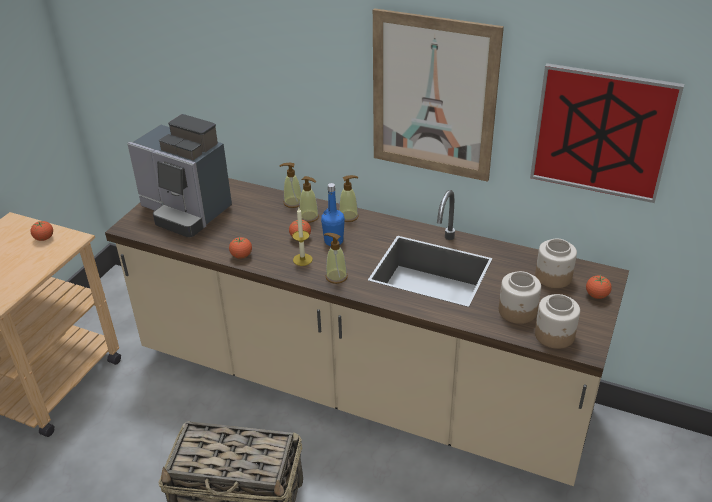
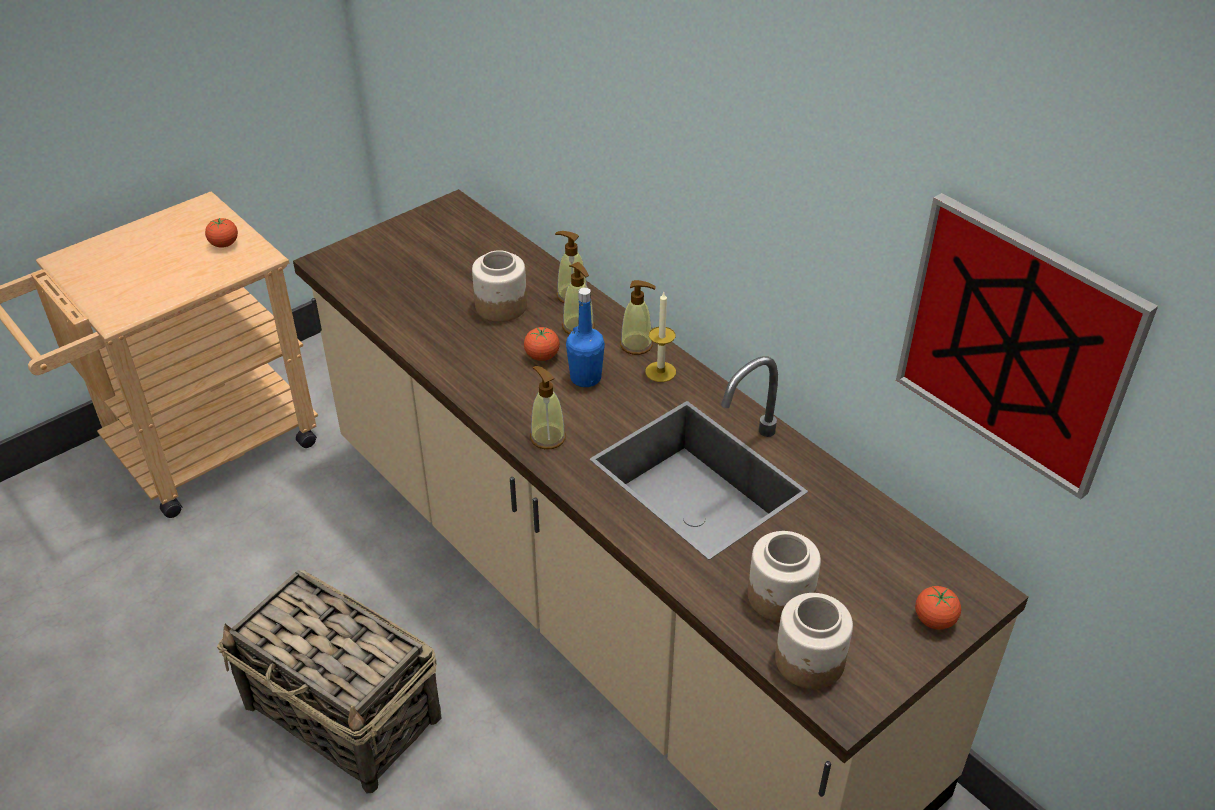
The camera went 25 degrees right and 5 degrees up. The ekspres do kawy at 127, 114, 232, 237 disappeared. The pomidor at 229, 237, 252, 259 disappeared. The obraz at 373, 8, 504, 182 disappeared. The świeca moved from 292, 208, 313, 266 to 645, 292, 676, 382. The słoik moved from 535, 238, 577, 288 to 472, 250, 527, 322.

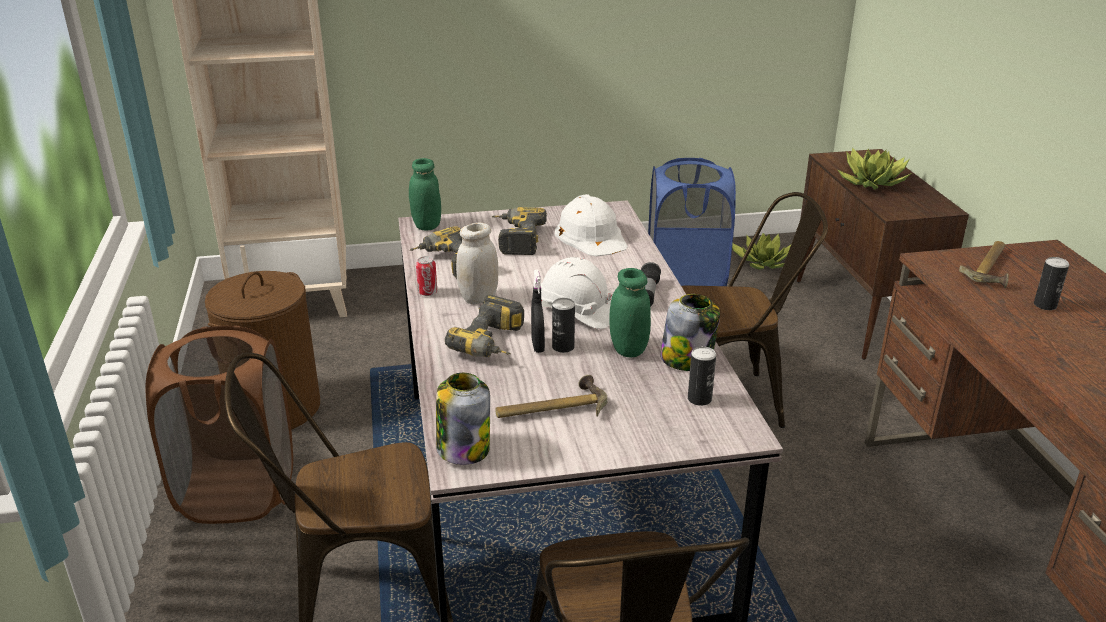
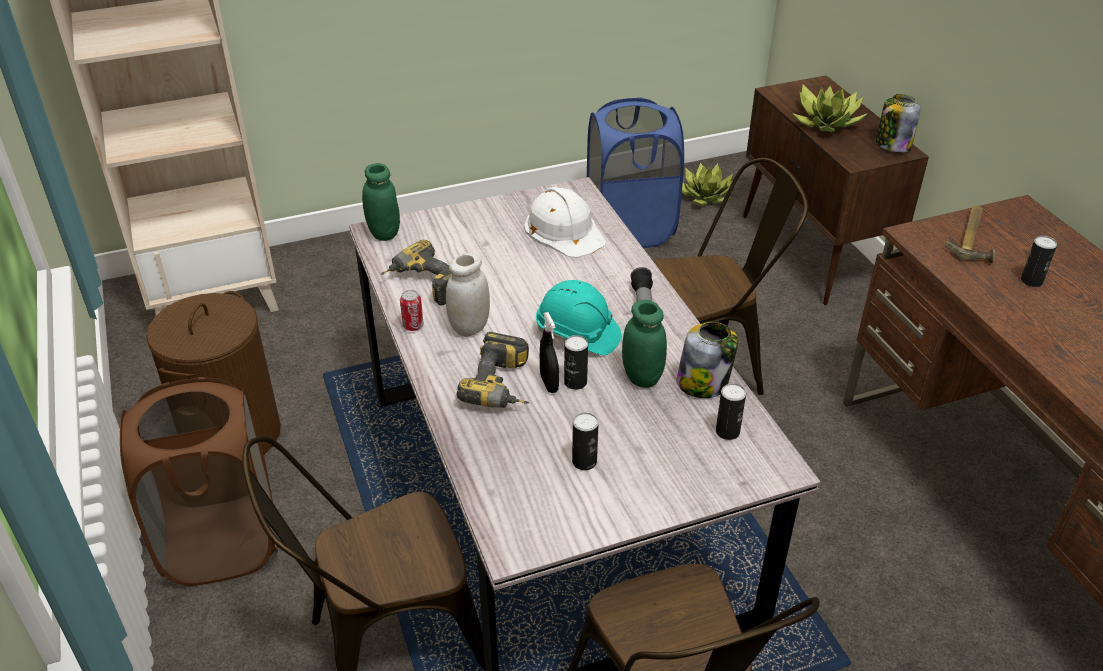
The camera went 10 degrees left and 10 degrees up. The wiertarka at 491, 207, 547, 255 disappeared. The słoik moved from 436, 373, 490, 465 to 876, 94, 921, 153. The młotek at 496, 375, 607, 418 was replaced by the puszka at 572, 412, 599, 470. The kask (biały) at 541, 257, 612, 329 became the kask (turkusowy) at 536, 280, 621, 355.

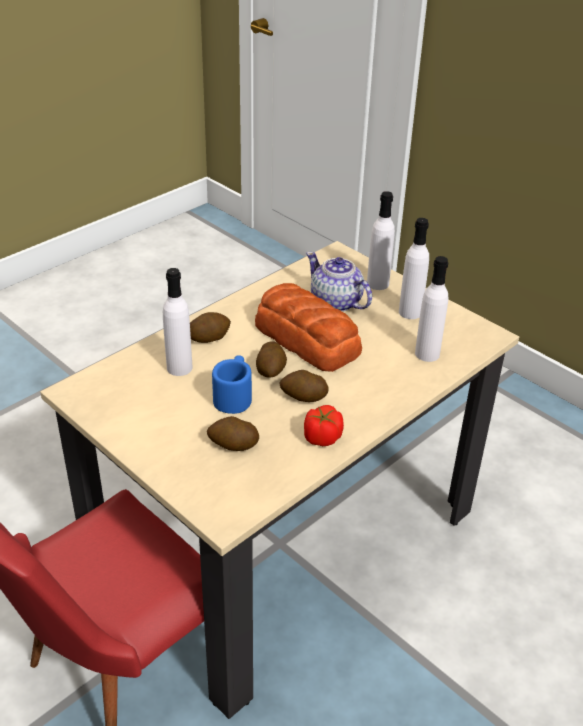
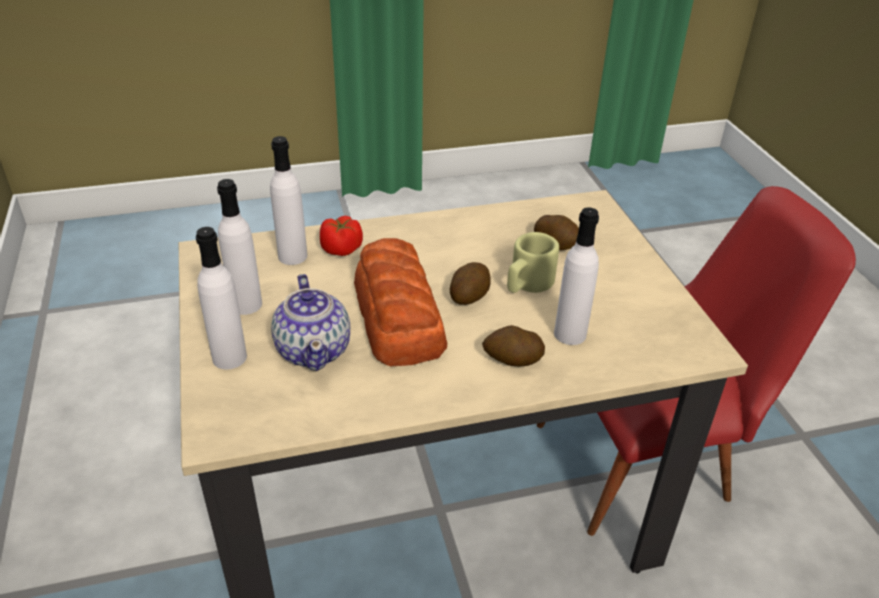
The camera went 150 degrees left and 0 degrees up. The ziemniak at 280, 370, 329, 402 disappeared. The pomidor moved from 304, 405, 344, 446 to 320, 216, 363, 256. The kubek (niebieski) at 212, 355, 252, 414 became the kubek (beżowy) at 507, 232, 559, 293.

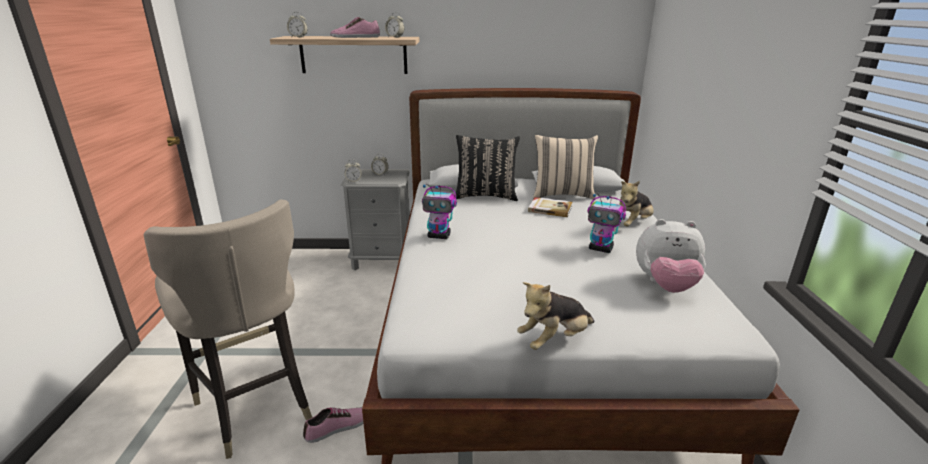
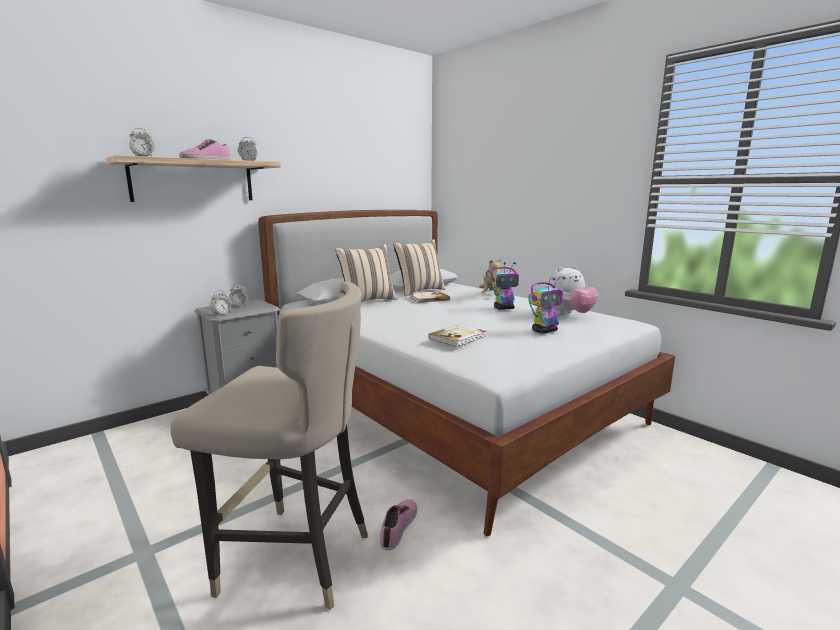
The camera went 40 degrees left and 10 degrees down. The pluszak at 517, 282, 594, 350 disappeared. The książka at 428, 324, 486, 347 appeared. The robot zabawkowy moved from 422, 184, 457, 239 to 529, 276, 565, 334. The poduszka (czarny) at 456, 135, 520, 201 became the poduszka (beżowy) at 335, 244, 398, 302.

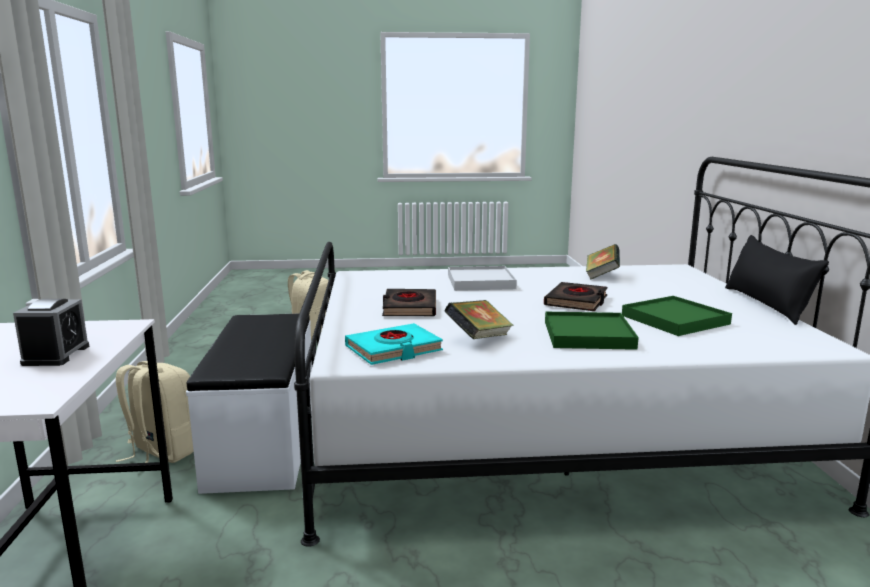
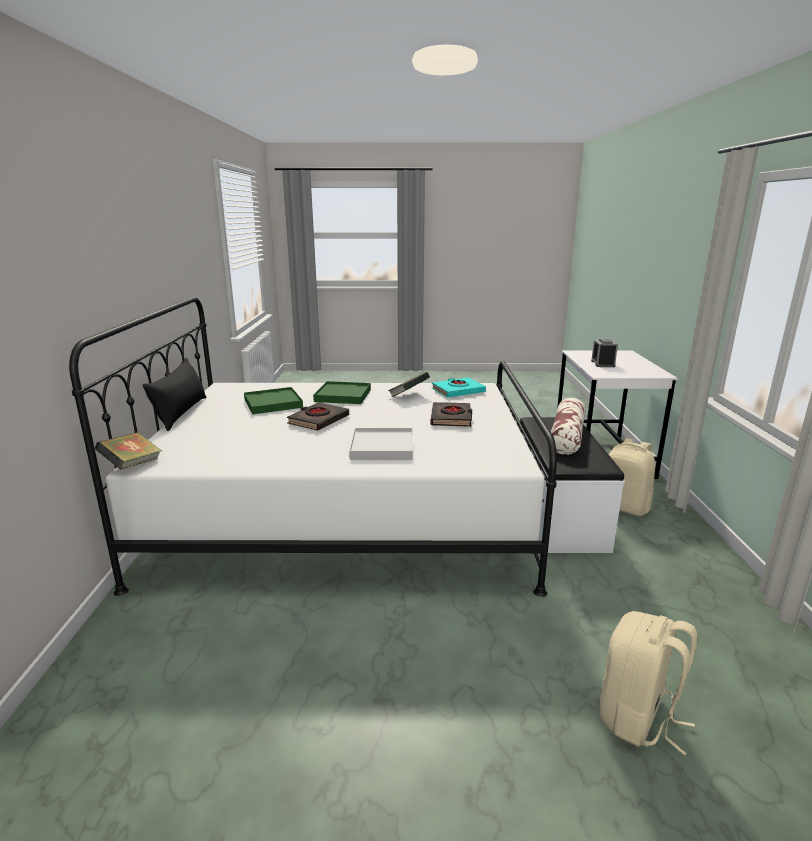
The camera went 175 degrees left and 5 degrees up. The poduszka at 551, 398, 586, 455 appeared. The książka moved from 586, 244, 620, 280 to 95, 432, 162, 470.

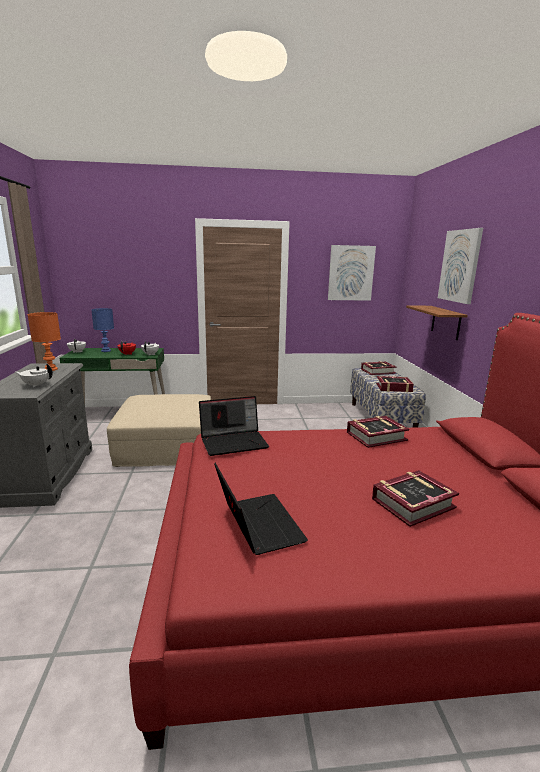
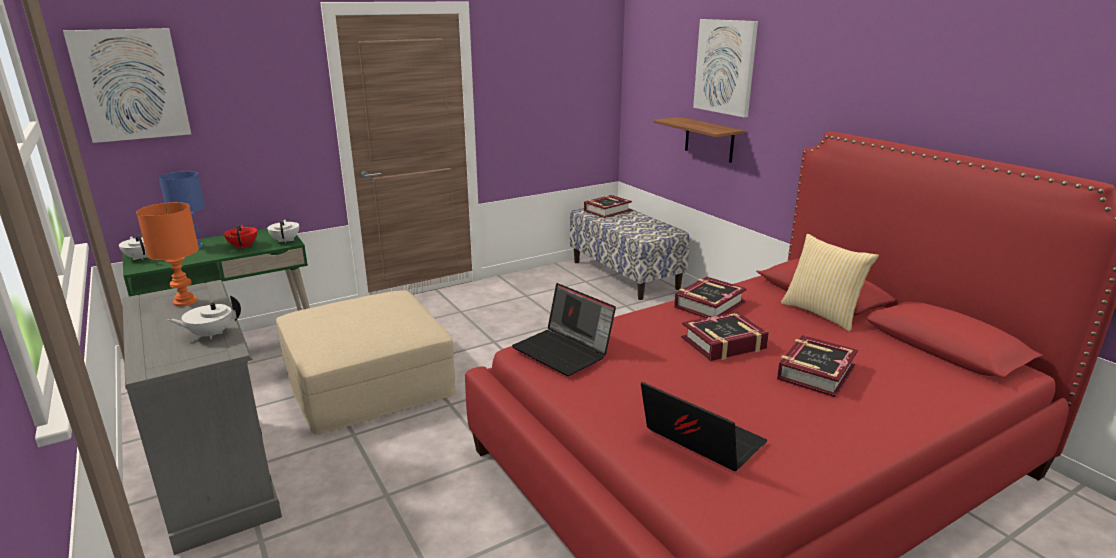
The camera went 25 degrees left and 5 degrees up. The poduszka at 781, 234, 879, 331 appeared. The obraz moved from 328, 245, 376, 301 to 63, 28, 191, 143. The książka moved from 376, 376, 414, 392 to 681, 312, 769, 361. The laptop at 199, 396, 269, 456 turned 90 degrees clockwise.

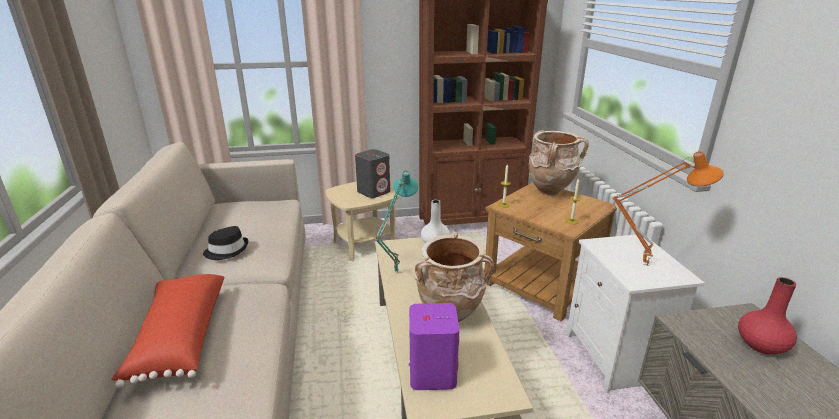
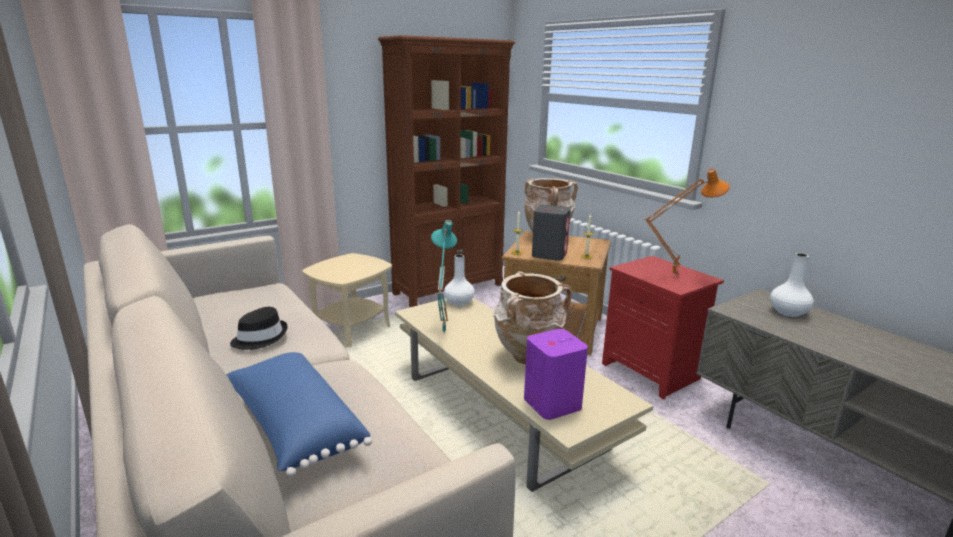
The camera went 25 degrees left and 5 degrees down. The głośnik (szary) moved from 355, 149, 390, 198 to 532, 205, 570, 261. The poduszka (czerwony) at 111, 274, 224, 388 became the poduszka (niebieski) at 226, 352, 372, 477. The szafka nocna (biały) at 566, 234, 705, 393 became the szafka nocna (czerwony) at 602, 256, 724, 400. The wazon (czerwony) at 738, 277, 797, 354 became the wazon (biały) at 770, 253, 814, 317.

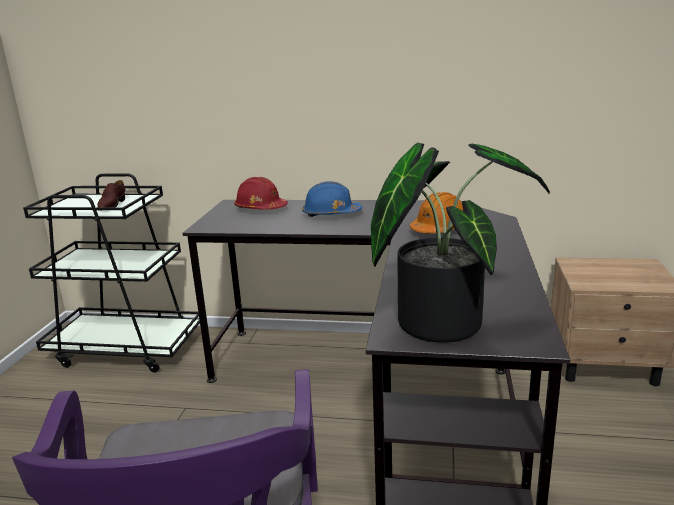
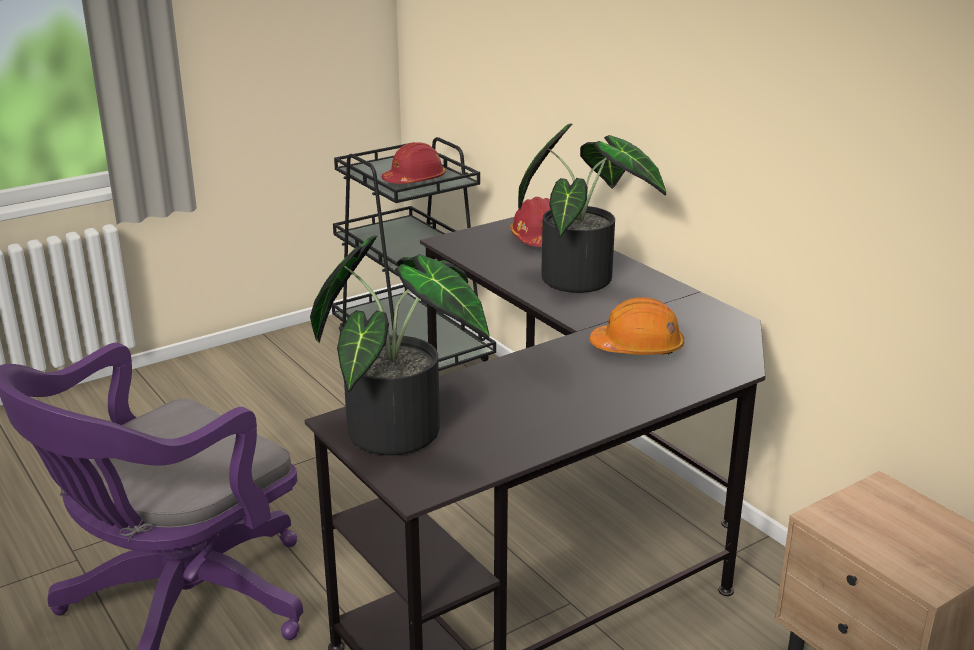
The camera went 45 degrees right and 5 degrees up. The but (brązowy) at 98, 180, 125, 211 was replaced by the kask (czerwony) at 382, 142, 446, 184. The kask (niebieski) at 302, 181, 362, 217 was replaced by the roślina doniczkowa at 518, 123, 666, 293.

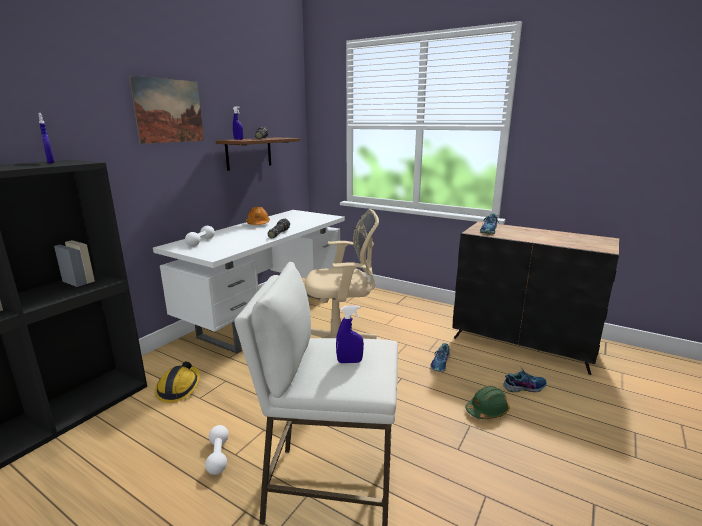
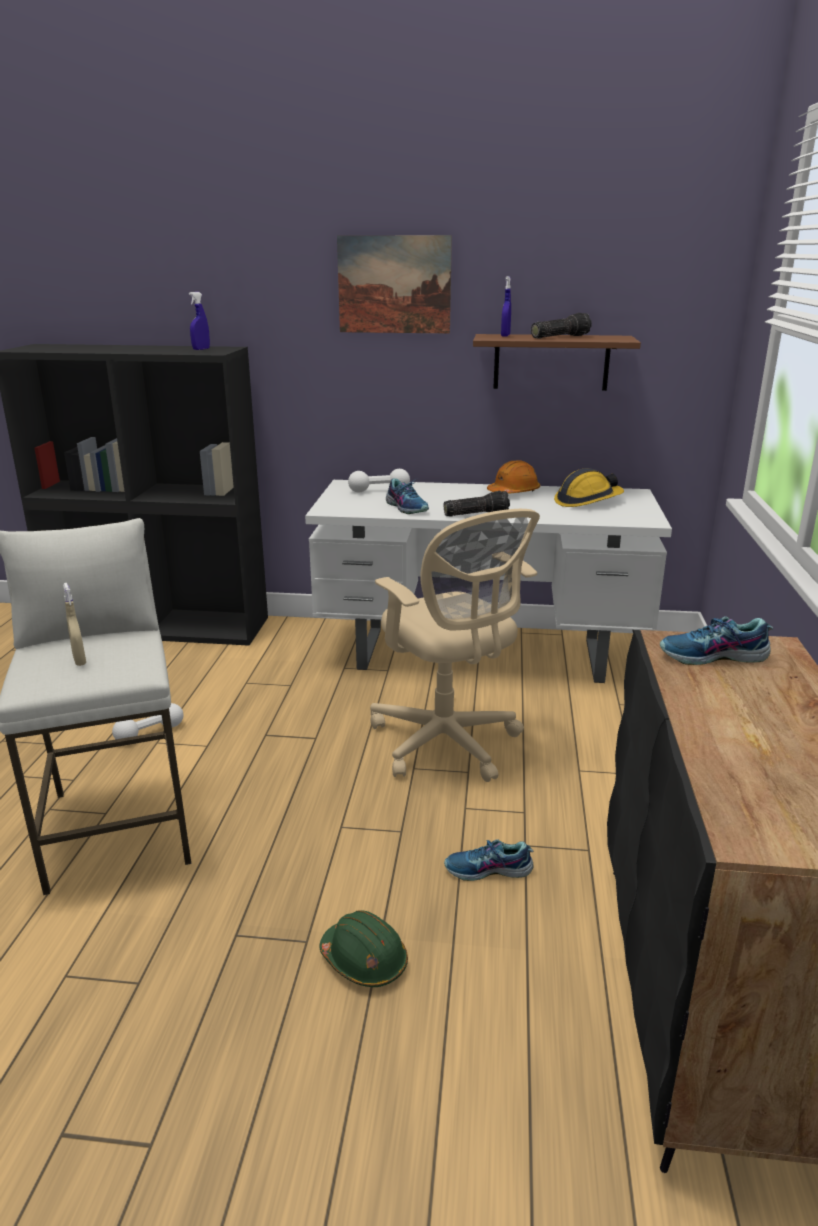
The camera went 65 degrees right and 5 degrees up. The kask moved from 155, 362, 200, 403 to 554, 468, 624, 507. The but moved from 503, 367, 547, 392 to 386, 478, 429, 514. The spryskiwacz (niebieski) at 336, 305, 364, 363 became the spryskiwacz (beżowy) at 63, 583, 86, 666.

